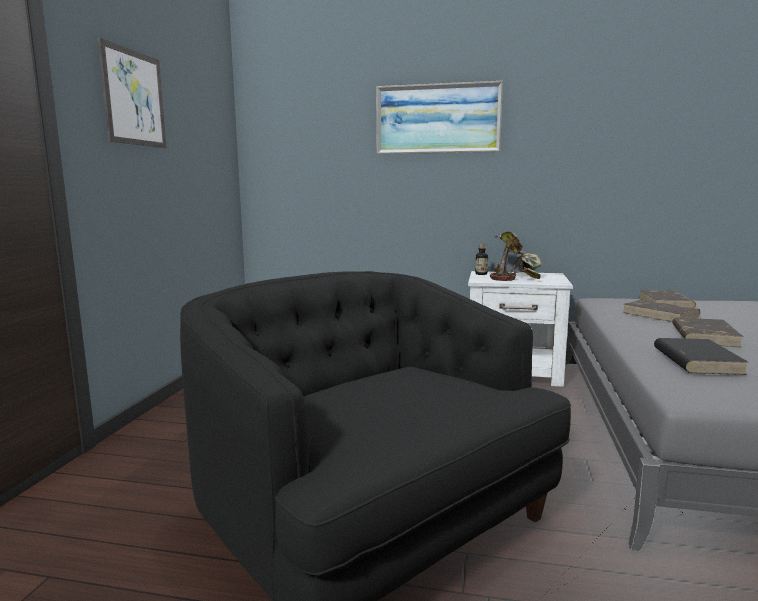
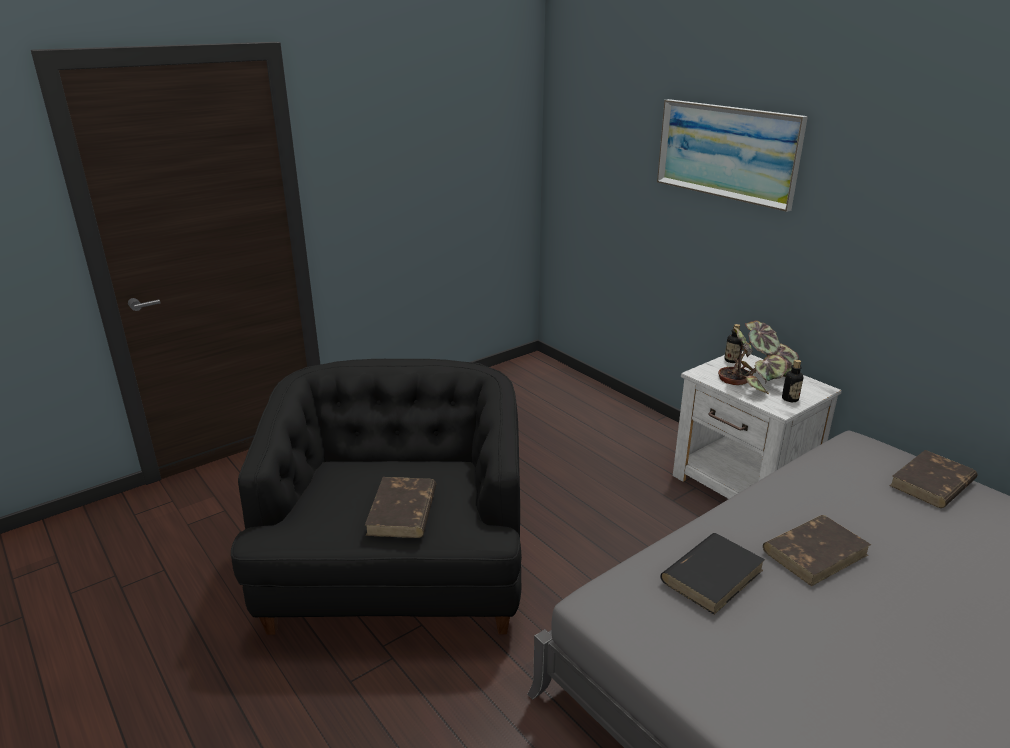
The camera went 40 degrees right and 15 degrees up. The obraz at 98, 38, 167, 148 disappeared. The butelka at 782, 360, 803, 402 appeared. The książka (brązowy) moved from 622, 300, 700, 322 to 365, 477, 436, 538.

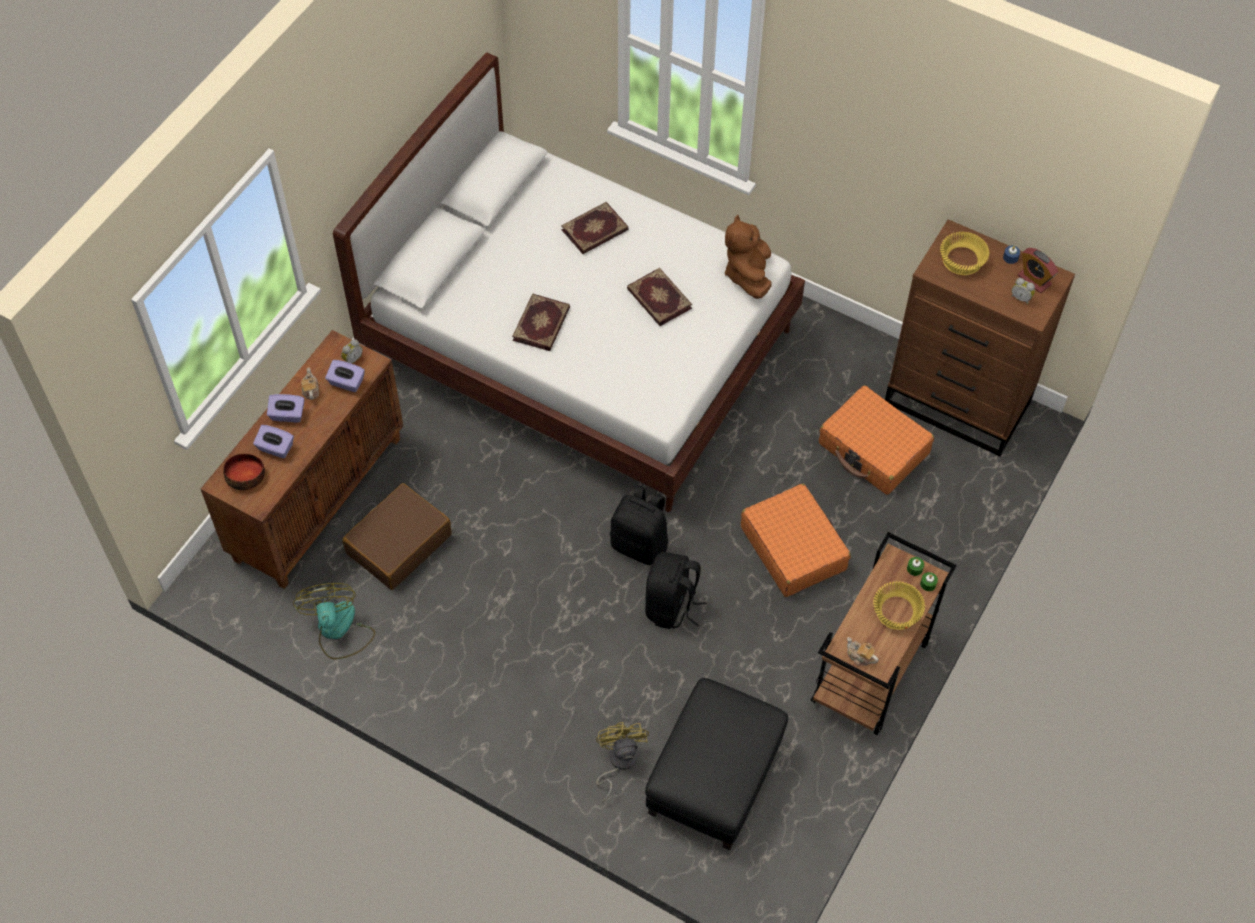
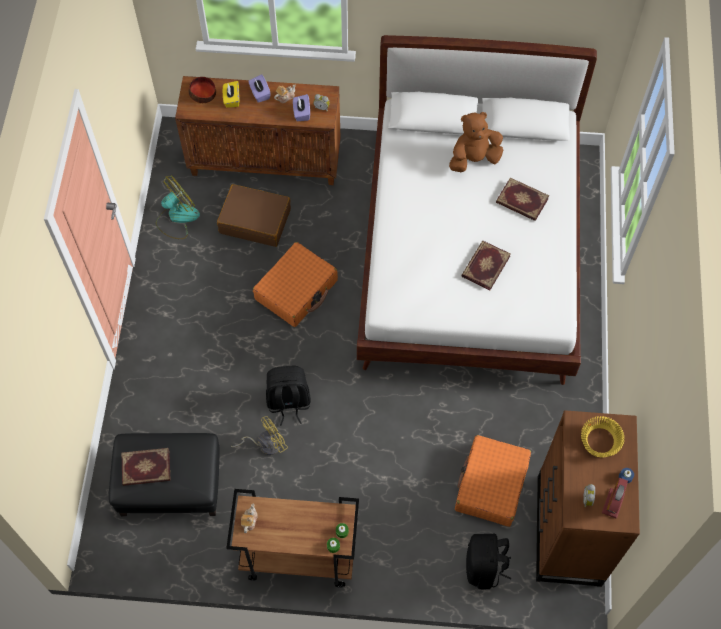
The camera went 65 degrees right and 5 degrees up. The miska (żółty) at 873, 581, 925, 630 disappeared. The książka moved from 512, 293, 570, 351 to 121, 448, 171, 486. The wentylator (żółty) moved from 596, 722, 649, 802 to 231, 416, 288, 455. The plecak (czarny) moved from 610, 485, 668, 565 to 466, 534, 511, 590. The pluszak (brązowy) moved from 725, 215, 772, 299 to 449, 112, 503, 172. The walizka (pomarańczowy) moved from 741, 484, 851, 597 to 253, 242, 338, 327. The pudełko chusteczek (fioletowy) at 253, 425, 294, 458 became the pudełko chusteczek (żółty) at 223, 81, 239, 108.

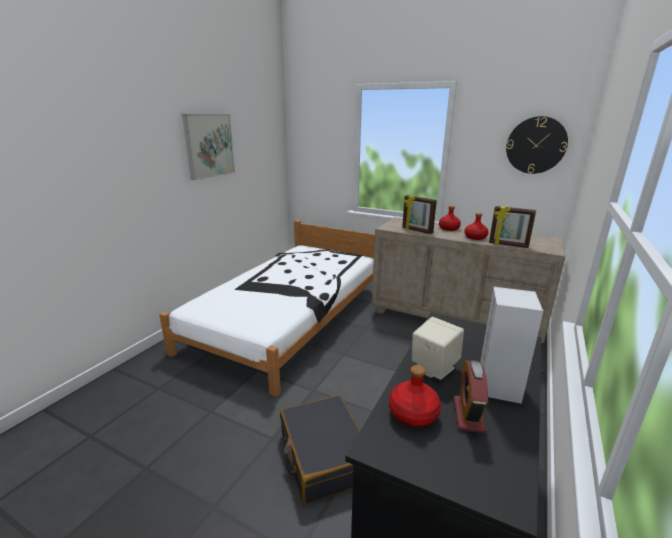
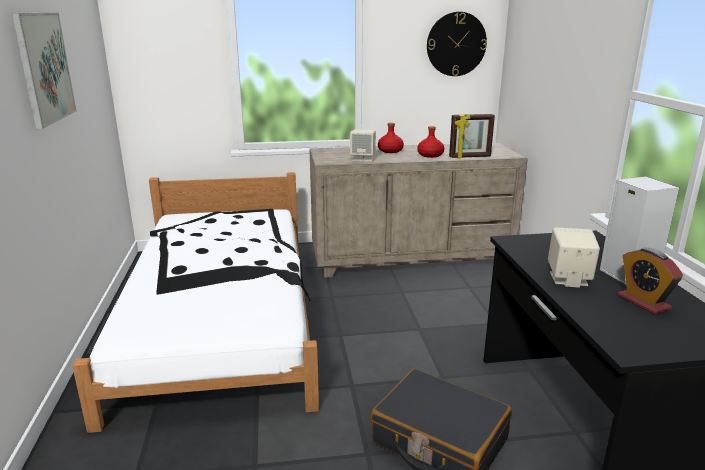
The camera went 35 degrees left and 0 degrees up. The butelka (czerwony) at 389, 365, 441, 427 disappeared. The ramka na zdjęcie at 402, 195, 437, 234 was replaced by the głośnik (beżowy) at 350, 130, 376, 162.

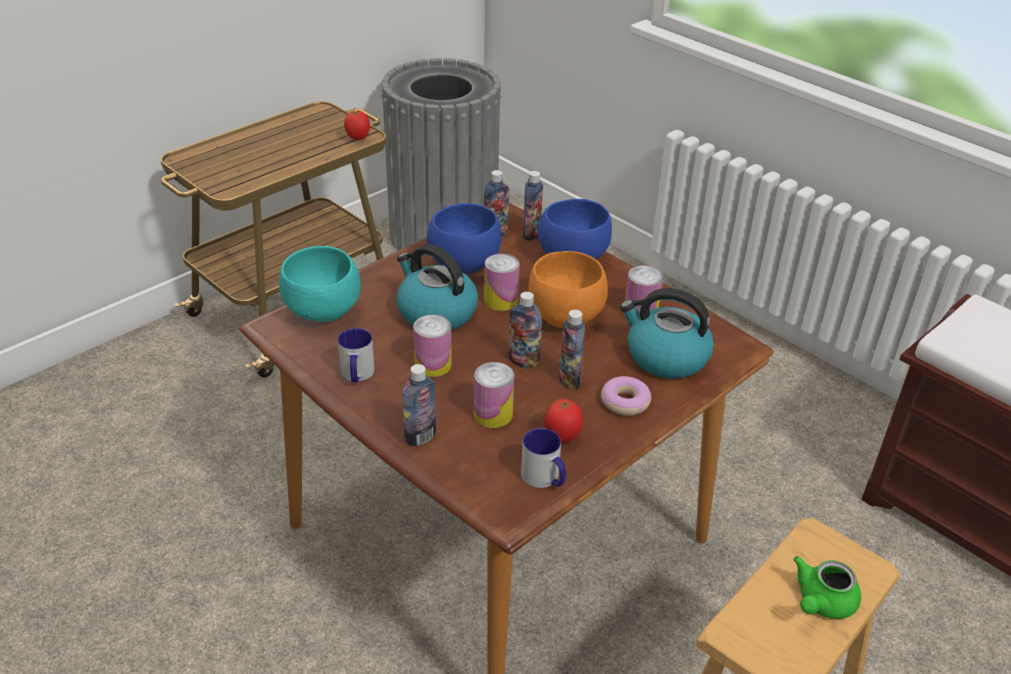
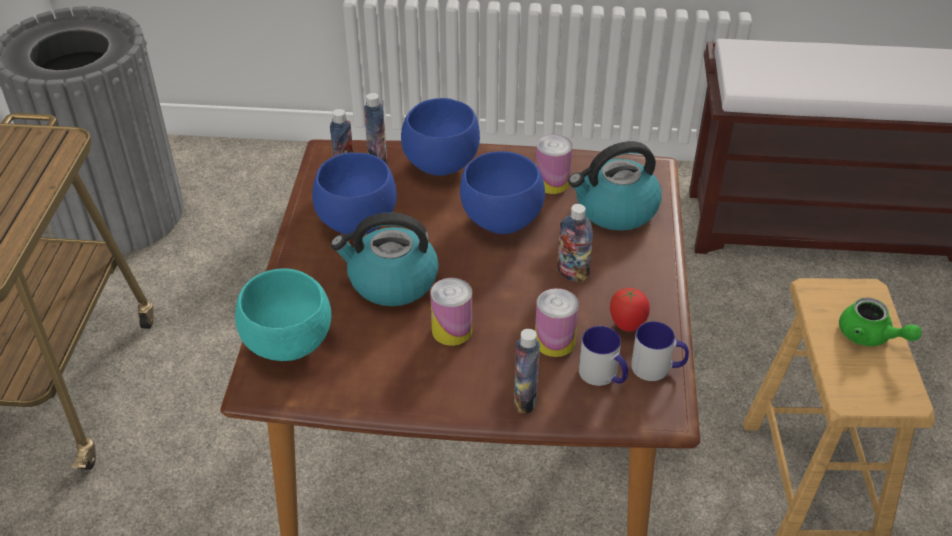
The camera went 40 degrees left and 5 degrees up. The pomidor at 344, 111, 370, 140 disappeared. The puszka at 484, 254, 520, 311 disappeared. The butelka at 508, 292, 542, 368 disappeared. The donut at 601, 376, 651, 416 disappeared. The kubek moved from 338, 328, 375, 382 to 579, 326, 628, 386. The miska (pomarańczowy) at 529, 251, 608, 328 became the miska (niebieski) at 460, 151, 545, 234. The imbryk (zielony) at 793, 556, 861, 619 turned 45 degrees counterclockwise.

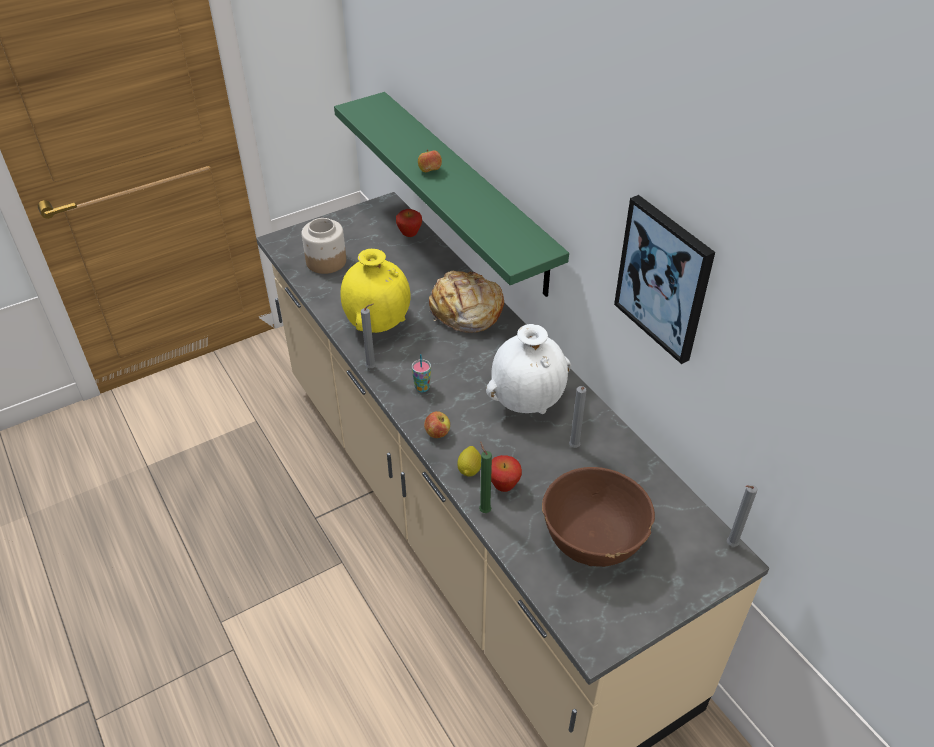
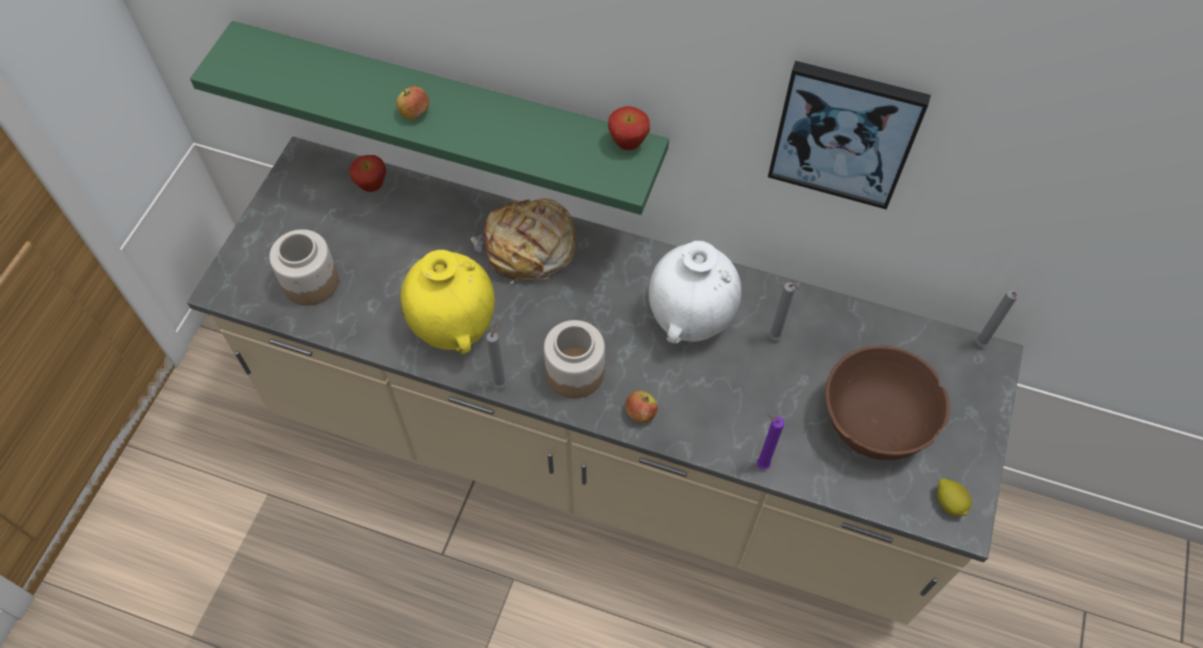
The camera went 40 degrees left and 15 degrees up. The cytryna moved from 457, 446, 481, 477 to 937, 478, 972, 516. The jabłko moved from 491, 455, 522, 492 to 608, 106, 650, 150. The filiżanka at 412, 354, 431, 392 was replaced by the słoik at 544, 320, 605, 398. The świeca (zielony) at 479, 441, 492, 513 became the świeca (fioletowy) at 757, 414, 784, 470.

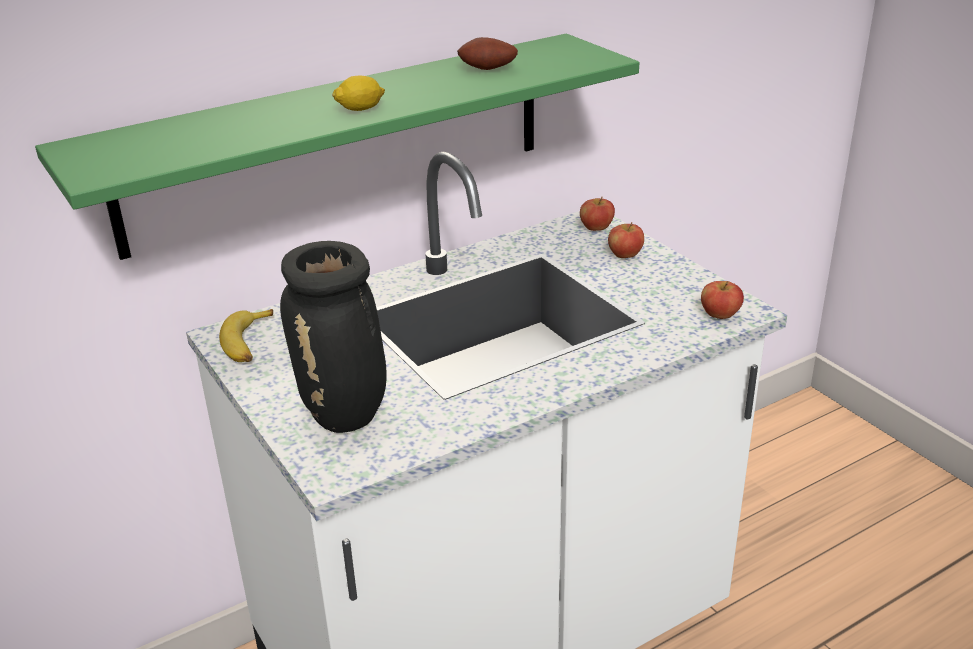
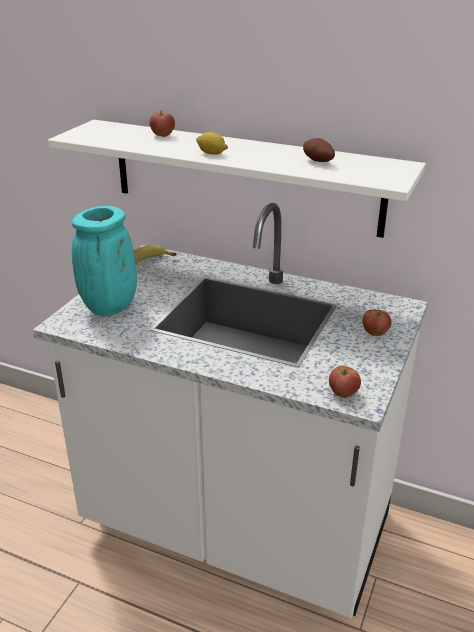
The camera went 55 degrees right and 0 degrees up. The jabłko moved from 580, 197, 615, 231 to 149, 110, 175, 137. The półka (zielony) at 35, 34, 639, 260 became the półka (biały) at 48, 120, 426, 238. The wazon (czarny) at 280, 241, 387, 433 became the wazon (turkusowy) at 72, 206, 137, 316.

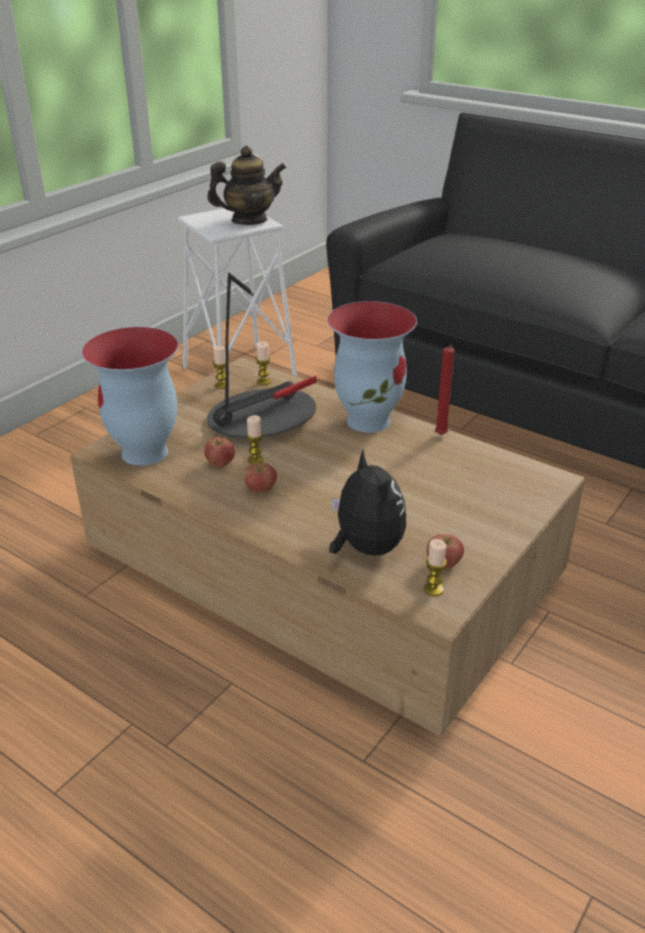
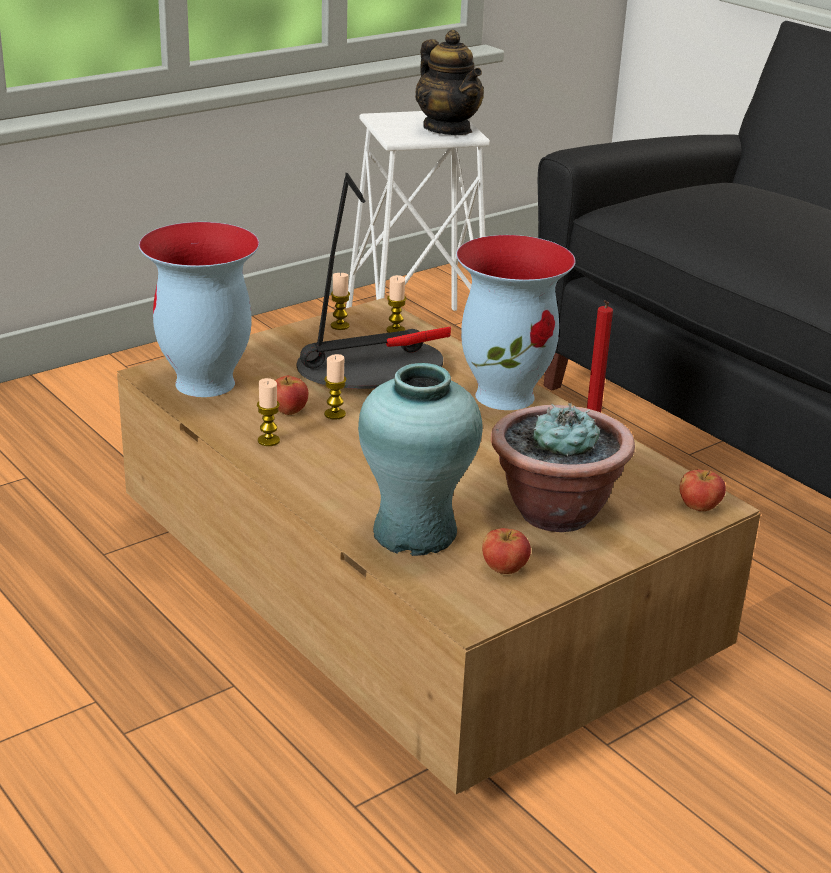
The camera went 15 degrees right and 5 degrees down. The roślina doniczkowa at 491, 402, 635, 532 appeared. The jabłko moved from 244, 463, 277, 494 to 679, 469, 726, 511. The świeca moved from 424, 539, 447, 596 to 257, 378, 280, 446. The pluszak at 329, 450, 406, 556 was replaced by the wazon (turkusowy) at 358, 363, 483, 556. The imbryk at 207, 146, 286, 225 turned 60 degrees clockwise.

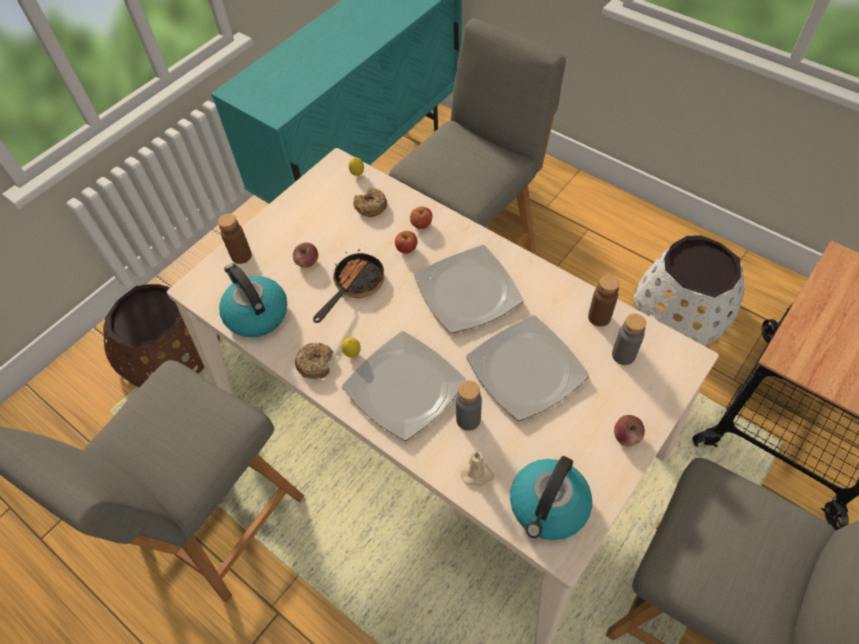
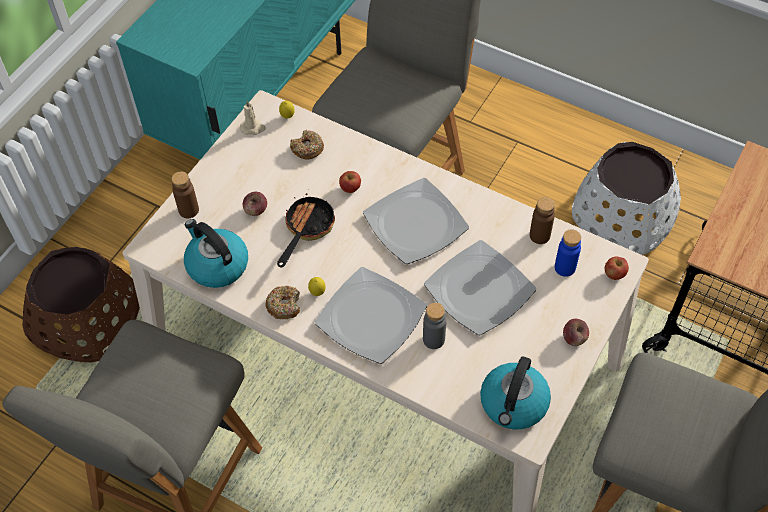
The camera went 10 degrees left and 0 degrees up. The jabłko moved from 410, 207, 432, 229 to 605, 256, 629, 280. The świeca (beżowy) moved from 460, 452, 494, 486 to 240, 100, 266, 135. The butelka (szary) at 612, 314, 646, 365 became the butelka (niebieski) at 555, 229, 581, 277.

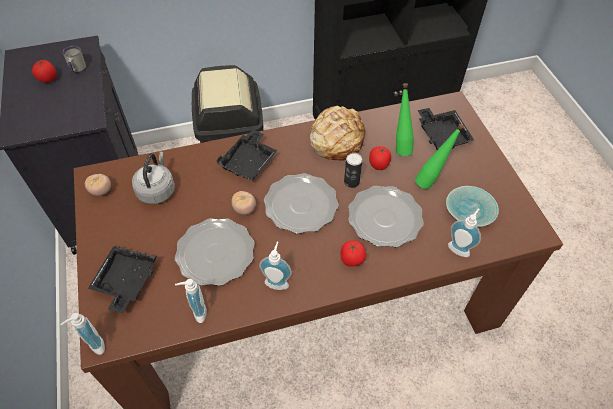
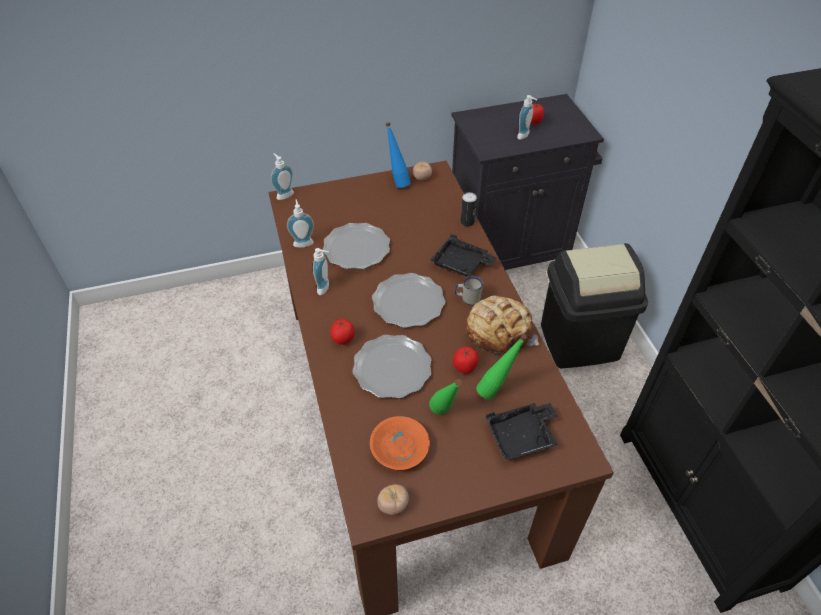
The camera went 90 degrees right and 5 degrees down. The taca (czarny) at 88, 246, 157, 313 disappeared. The czajnik (szary) at 132, 152, 175, 204 disappeared. The butelka (niebieski) at 386, 122, 411, 188 appeared. The kubek (biały) moved from 63, 46, 86, 73 to 455, 276, 483, 305. The pomidor moved from 231, 191, 256, 215 to 377, 484, 409, 515. The puszka moved from 344, 153, 363, 188 to 461, 192, 477, 227. The dozownik mydła moved from 448, 208, 481, 257 to 517, 95, 538, 140. The miska (turkusowy) at 446, 186, 499, 227 became the miska (pomarańczowy) at 370, 416, 430, 470.

